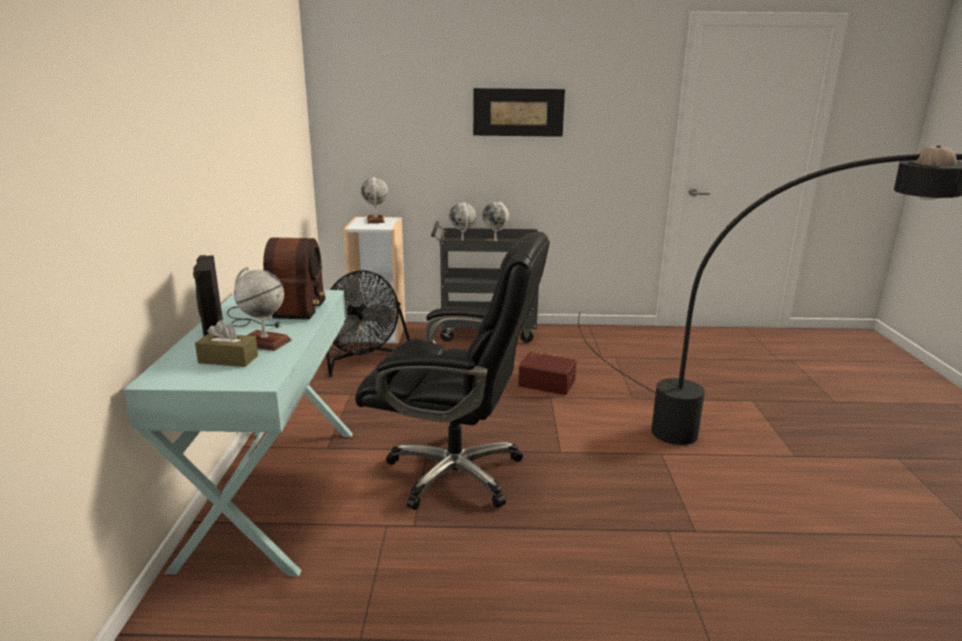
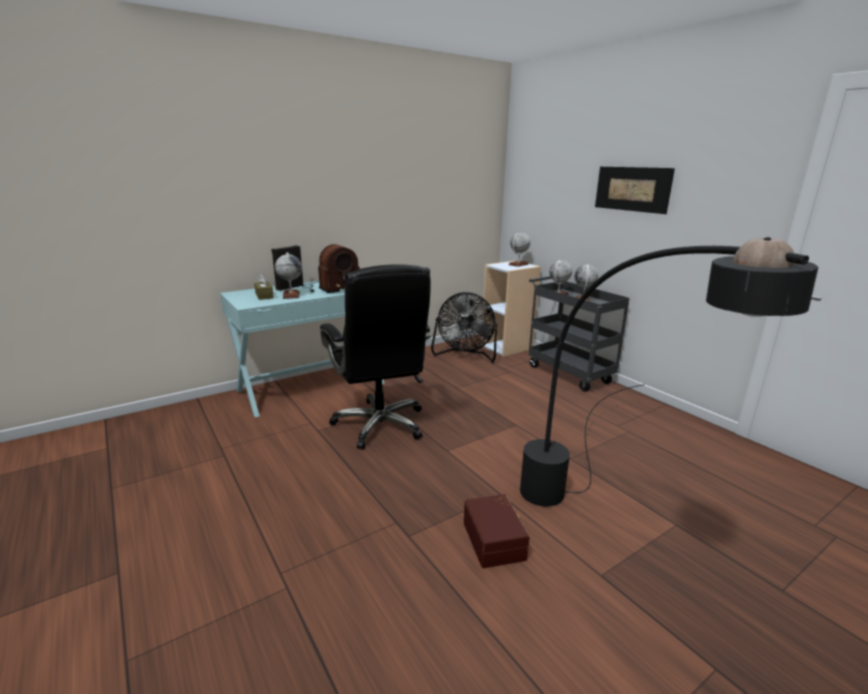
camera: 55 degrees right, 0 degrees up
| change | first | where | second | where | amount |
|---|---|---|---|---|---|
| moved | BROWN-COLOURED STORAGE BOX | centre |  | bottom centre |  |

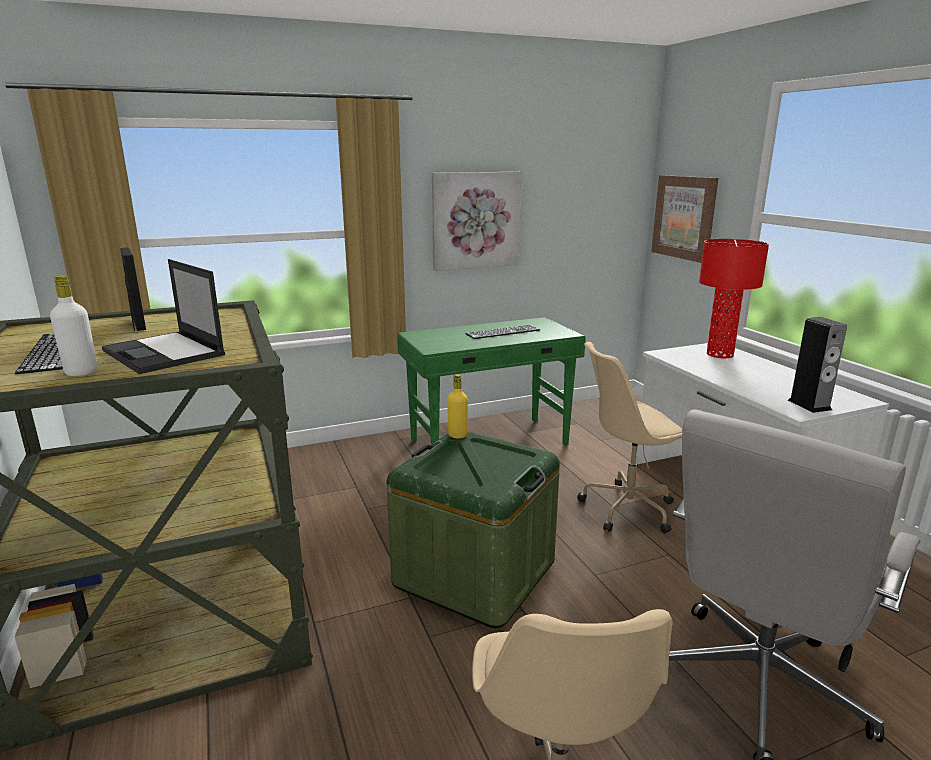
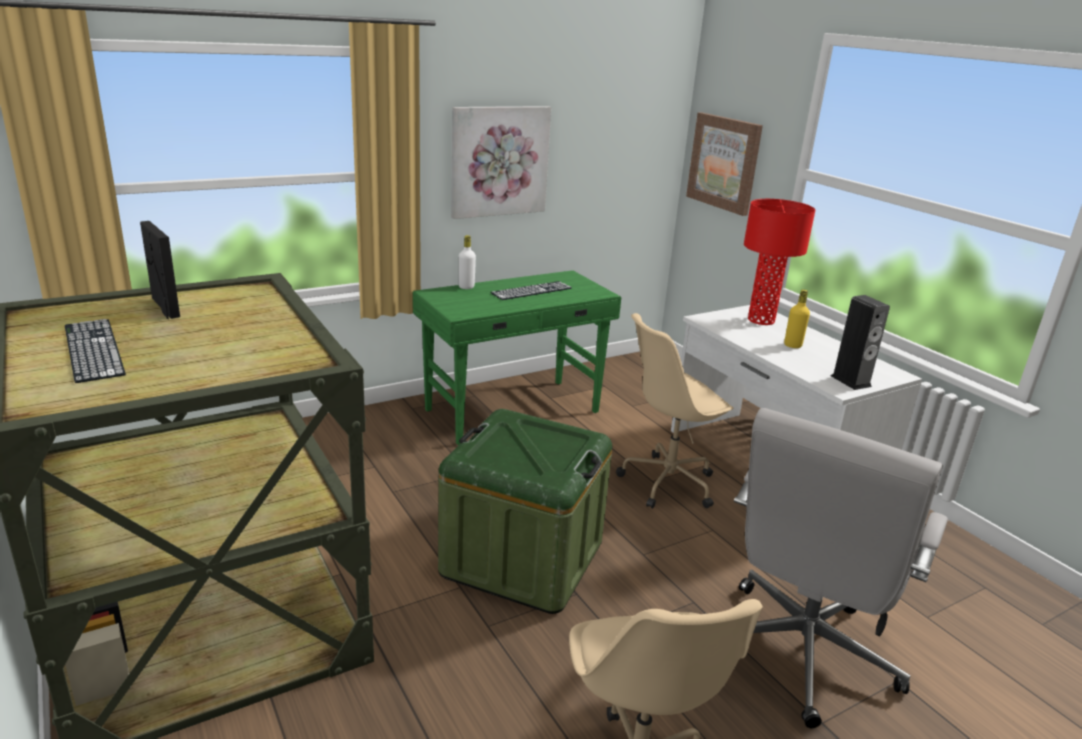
camera: 10 degrees left, 5 degrees up
| change | first | where | second | where | amount |
|---|---|---|---|---|---|
| removed | LAPTOP | middle left |  |  |  |
| moved | WHITE BOTTLE | middle left |  | centre |  |
| moved | YELLOW BOTTLE | centre |  | middle right |  |

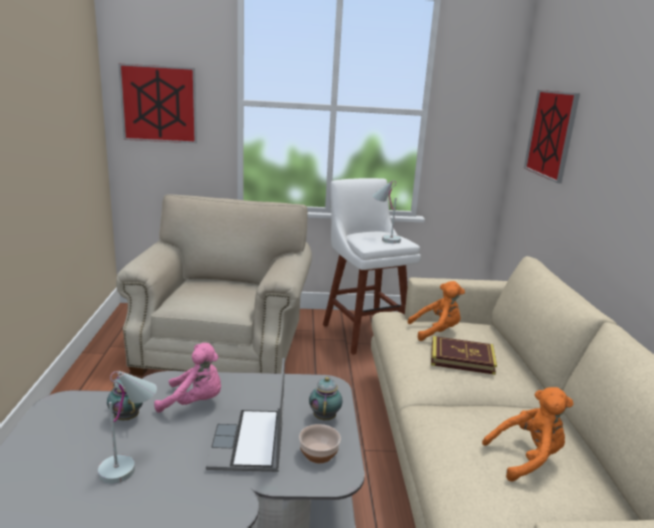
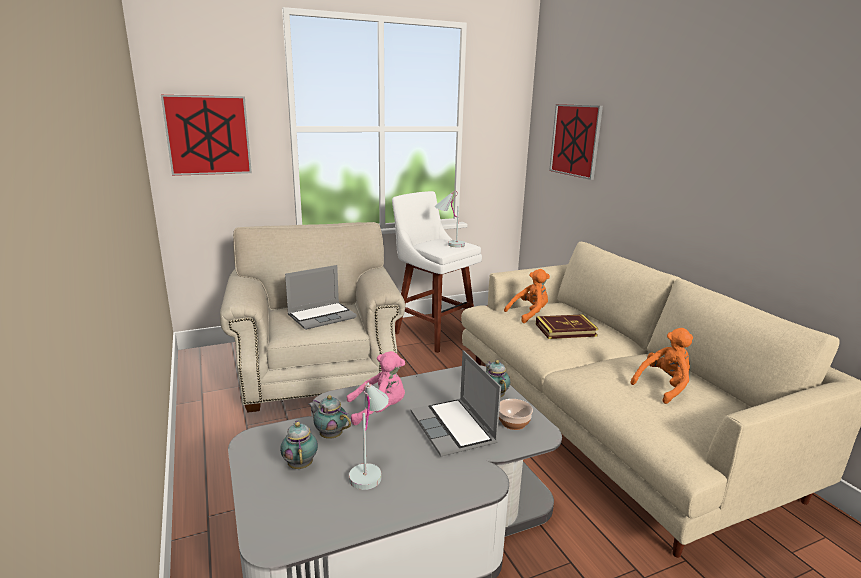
camera: 20 degrees left, 0 degrees up
| change | first | where | second | where | amount |
|---|---|---|---|---|---|
| added |  |  | LAPTOP (1st from left) | centre |  |
| added |  |  | TEAPOT (1st from left) | bottom centre |  |

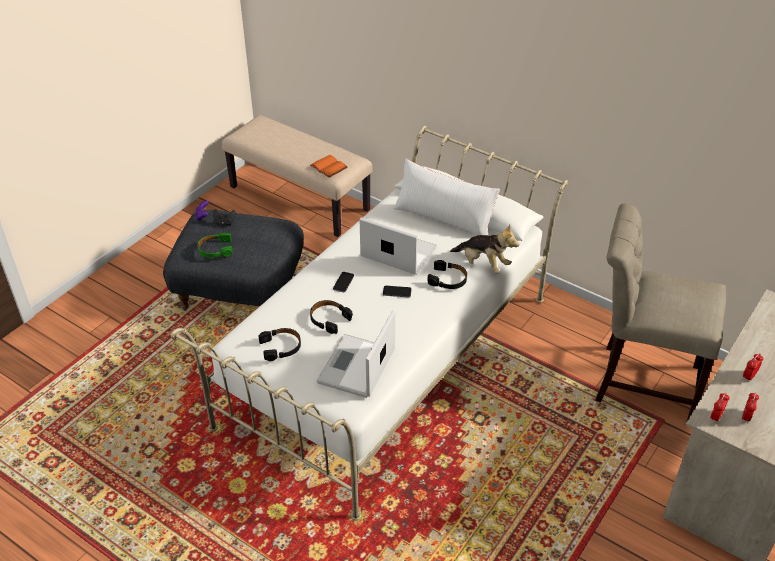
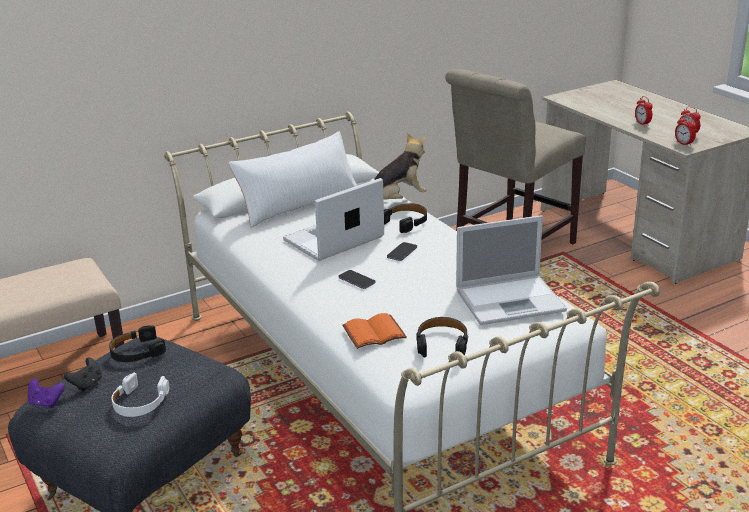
camera: 65 degrees left, 15 degrees down
| change | first | where | second | where | amount |
|---|---|---|---|---|---|
| moved | ORANGE BOUND BOOK | top centre |  | centre |  |
| recoloured | GREEN HEADSET | middle left | WHITE HEADSET | bottom left |  |
| moved | BLACKISH HEADSET (2nd from left in the first image) | centre | BLACKISH HEADSET (1st from left) | bottom left |  |
| turned | LAPTOP (1st from left in the first image) | centre | LAPTOP (2nd from left) | middle right | 60 degrees counterclockwise |

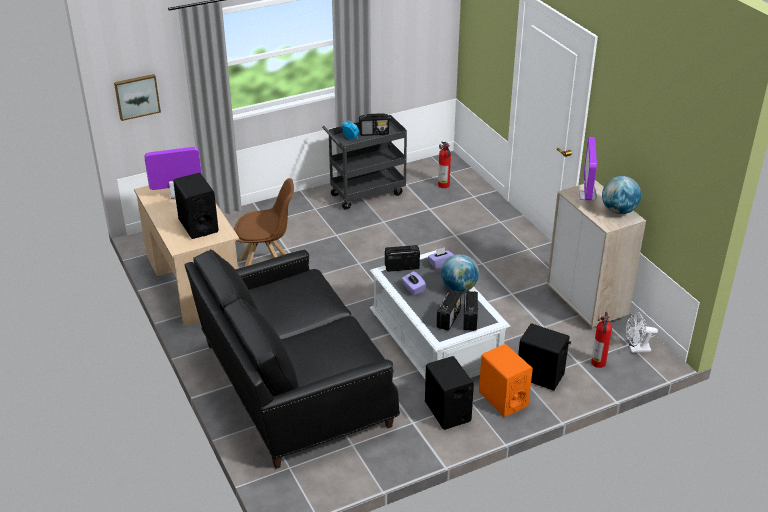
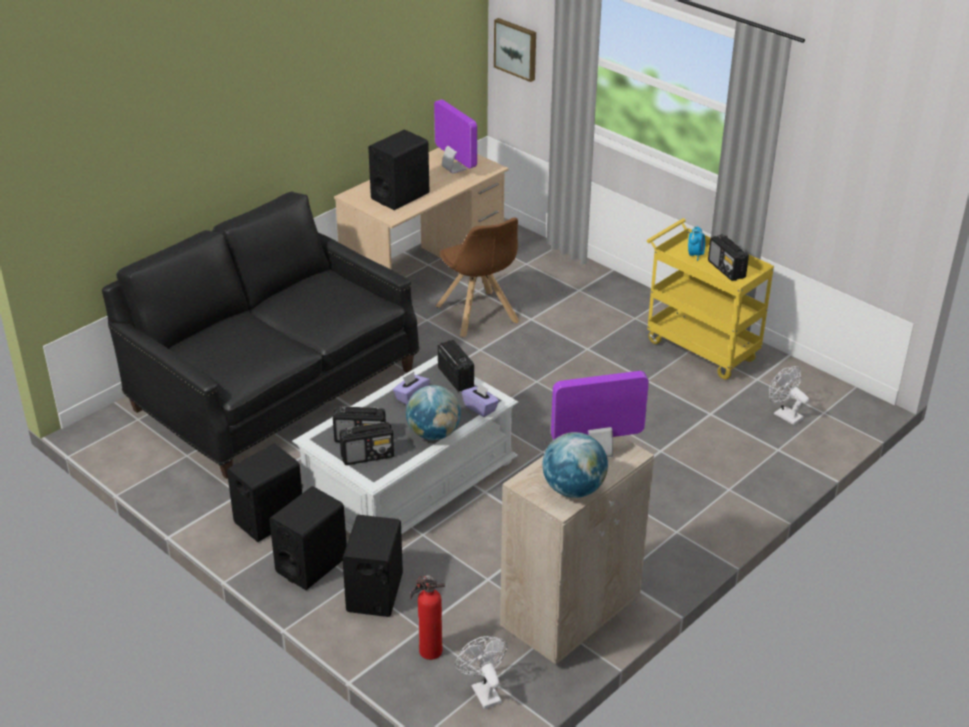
camera: 70 degrees right, 0 degrees up
| change | first | where | second | where | amount |
|---|---|---|---|---|---|
| recoloured | GREY TROLLEY | top centre | YELLOW TROLLEY | middle right |  |
| replaced | FIRE-FIGHTING CYLINDER (1st from left) | top centre | WHITE ELECTRIC FAN (2nd from left) | middle right |  |
| recoloured | ORANGE LOUDSPEAKER | bottom centre | BLACKISH LOUDSPEAKER (2nd from left) | bottom left |  |

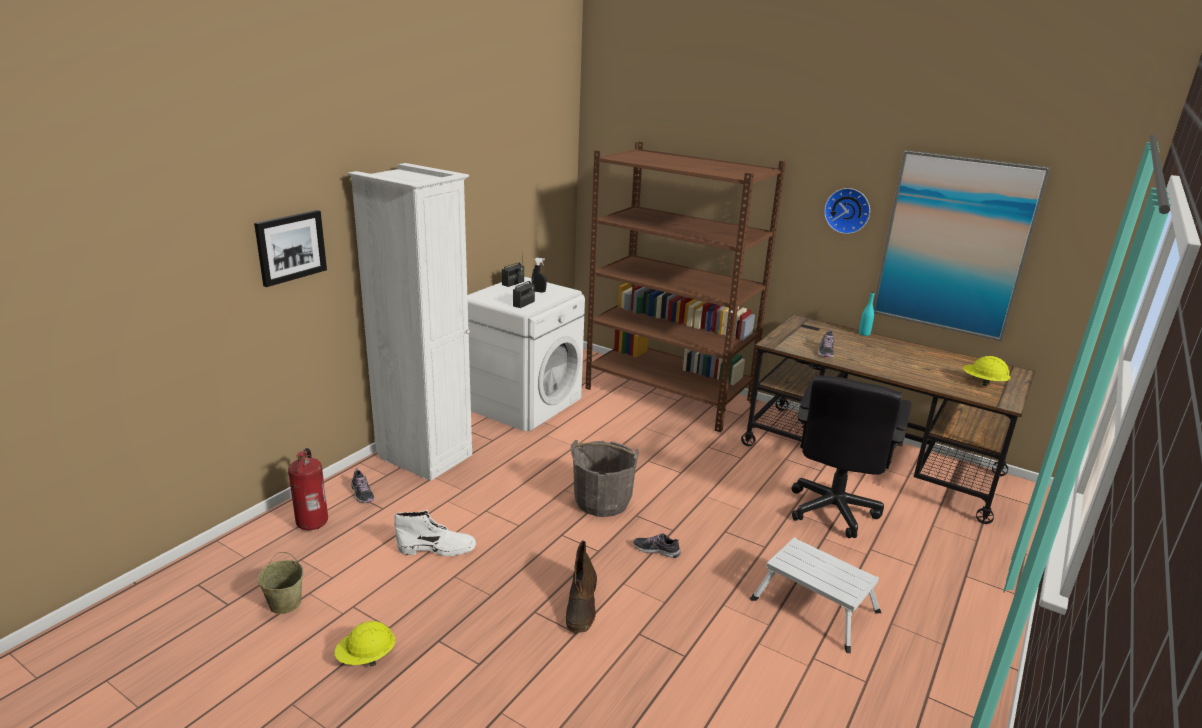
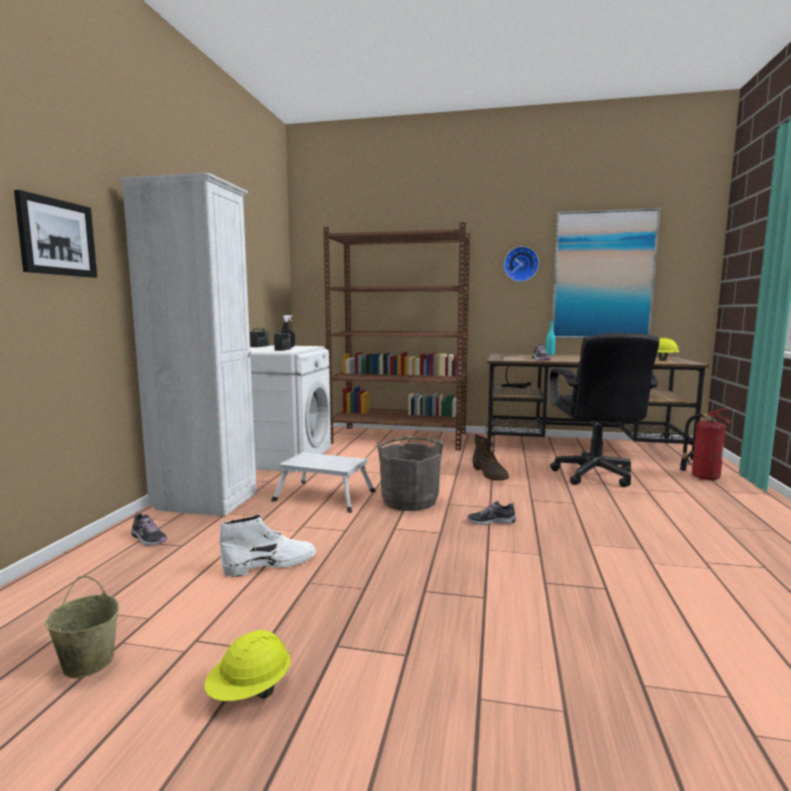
camera: 20 degrees left, 15 degrees down
| change | first | where | second | where | amount |
|---|---|---|---|---|---|
| moved | FIRE-FIGHTING CYLINDER | bottom left |  | middle right |  |
| moved | WHITE STEPLADDER | bottom right |  | centre |  |
| moved | BROWN-COLOURED TALL BOOT | bottom centre |  | centre |  |

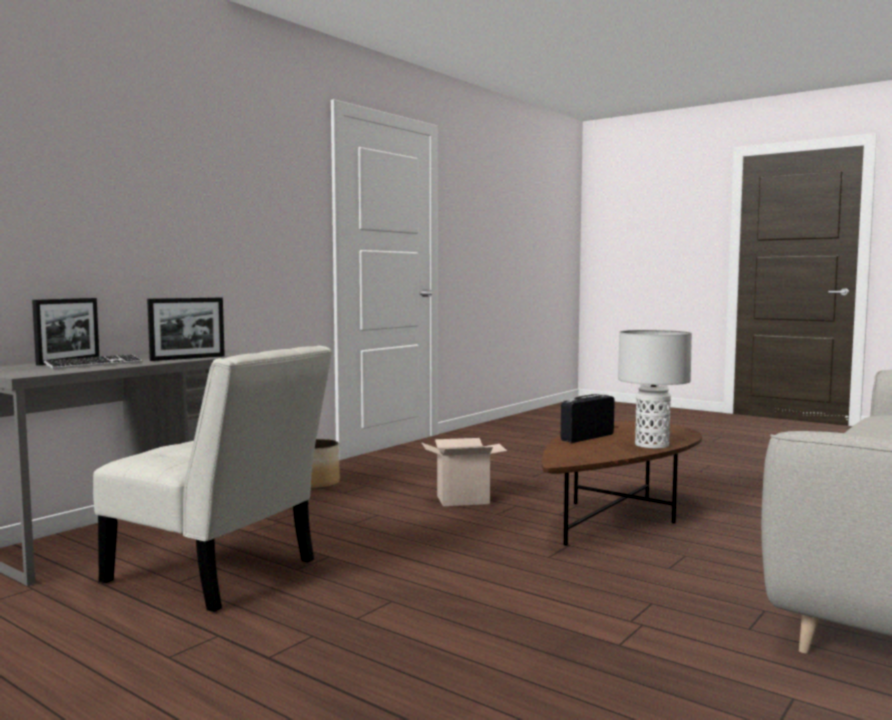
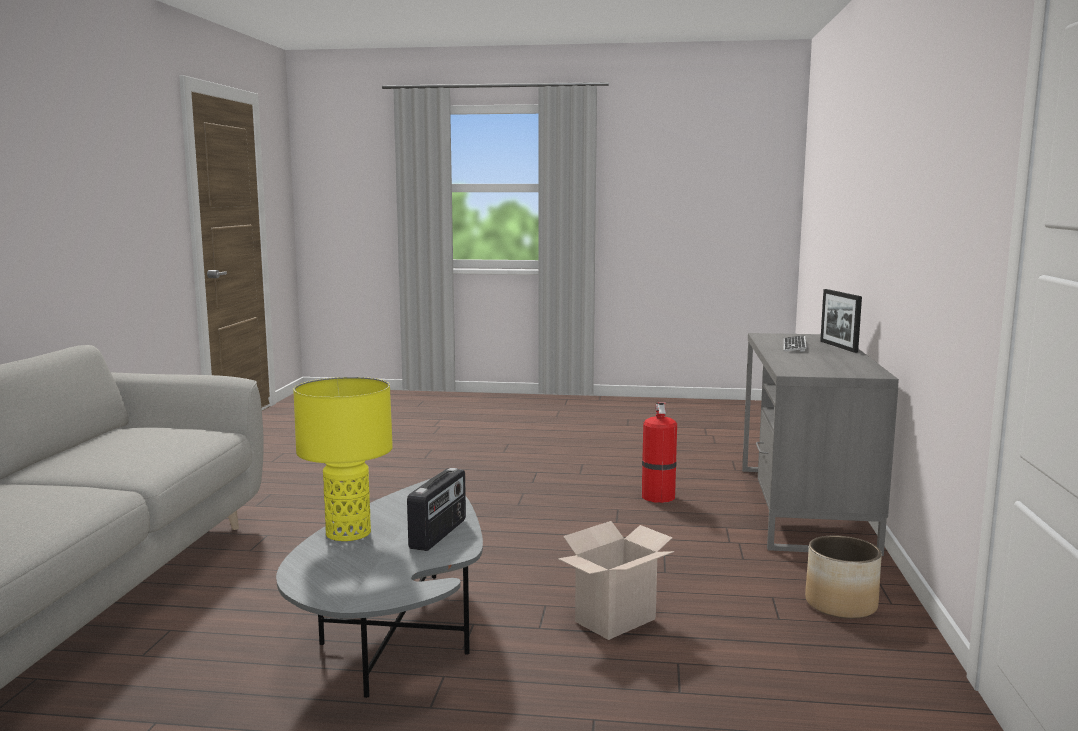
camera: 150 degrees right, 5 degrees up
| change | first | where | second | where | amount |
|---|---|---|---|---|---|
| removed | PHOTO FRAME (2nd from left) | middle left |  |  |  |
| recoloured | WHITE TABLE LAMP | middle right | YELLOW TABLE LAMP | middle left |  |
| replaced | WHITE UPRIGHT CHAIR | middle left | FIRE-FIGHTING CYLINDER | centre |  |
| recoloured | BROWN-COLOURED LOUNGE TABLE | bottom right | GREY LOUNGE TABLE | bottom centre |  |

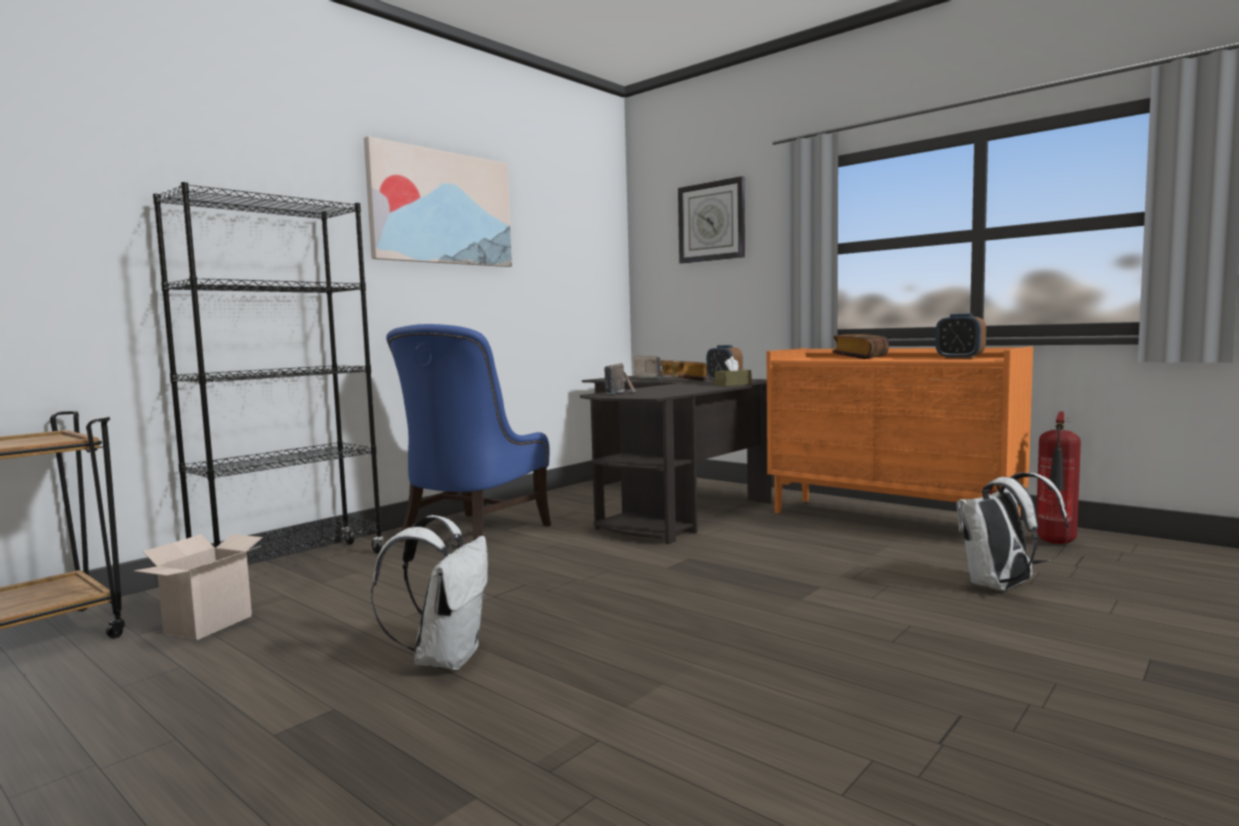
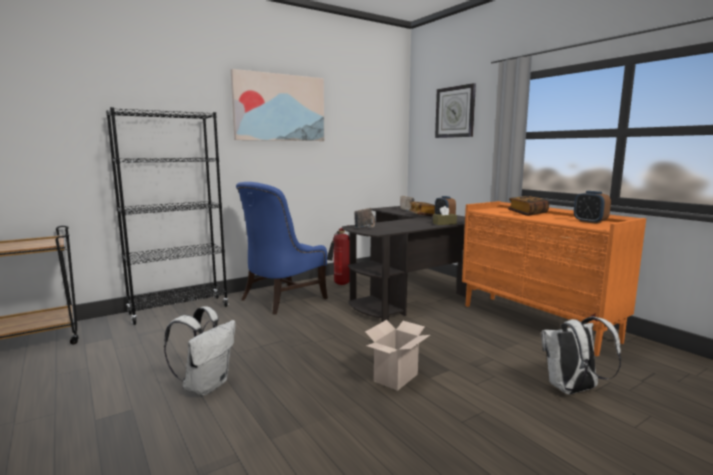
camera: 15 degrees right, 5 degrees up
| change | first | where | second | where | amount |
|---|---|---|---|---|---|
| moved | FIRE-FIGHTING CYLINDER | middle right |  | centre |  |
| moved | PACKING BOX | bottom left |  | bottom centre |  |

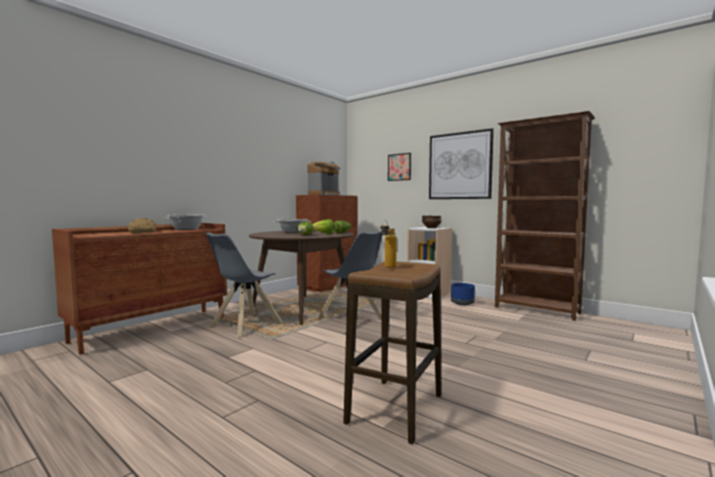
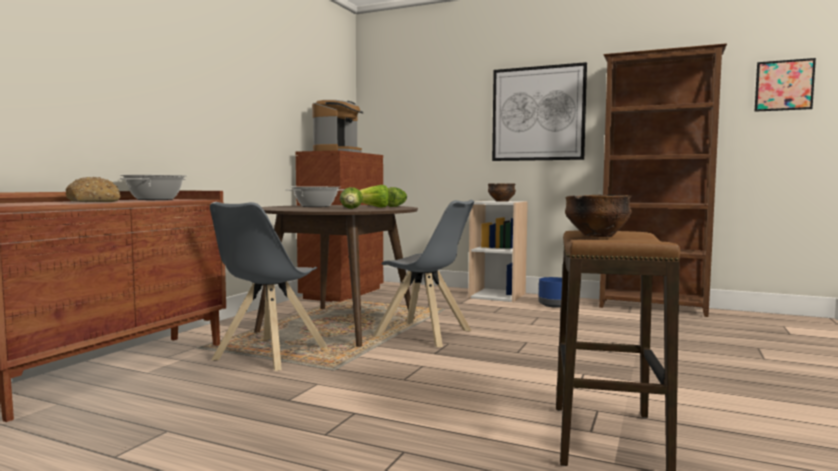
camera: 15 degrees left, 0 degrees up
| change | first | where | second | where | amount |
|---|---|---|---|---|---|
| moved | PICTURE (1st from left in the first image) | centre | PICTURE (2nd from left) | top right |  |
| replaced | BOTTLE | centre | DEEP DISH (2nd from left) | middle right |  |

